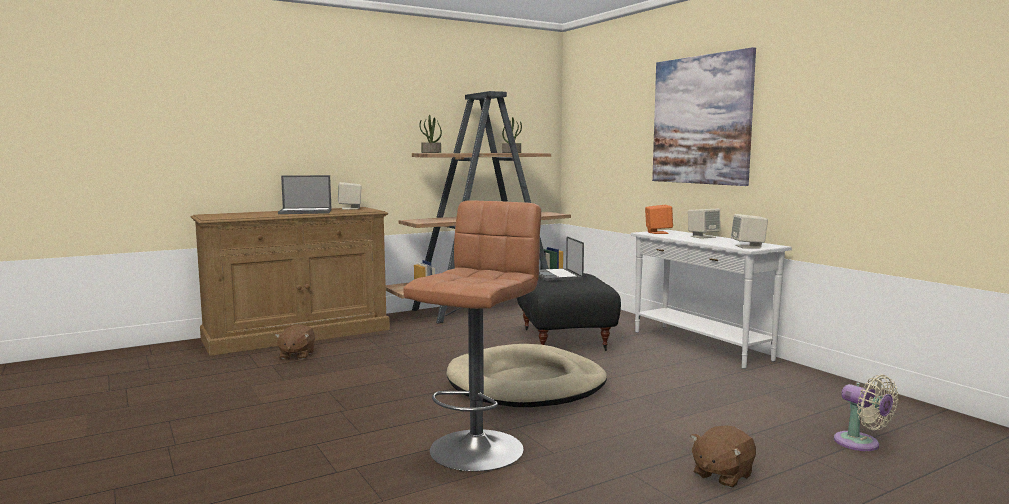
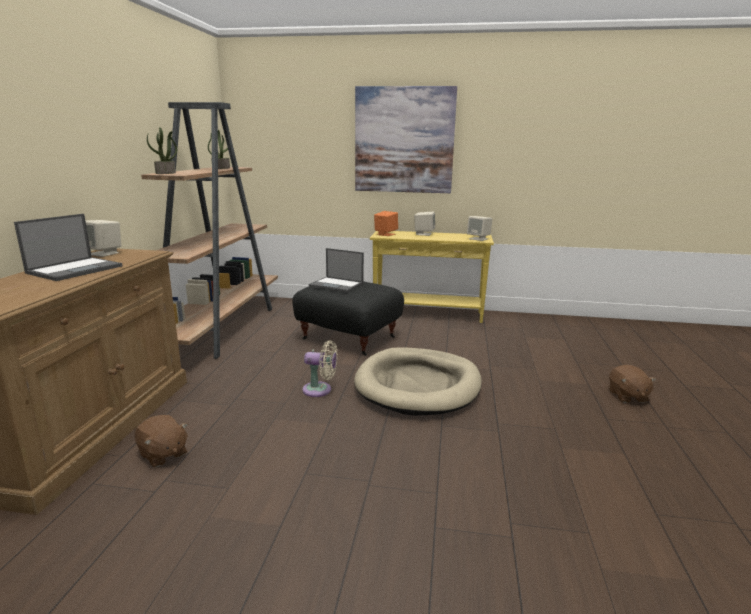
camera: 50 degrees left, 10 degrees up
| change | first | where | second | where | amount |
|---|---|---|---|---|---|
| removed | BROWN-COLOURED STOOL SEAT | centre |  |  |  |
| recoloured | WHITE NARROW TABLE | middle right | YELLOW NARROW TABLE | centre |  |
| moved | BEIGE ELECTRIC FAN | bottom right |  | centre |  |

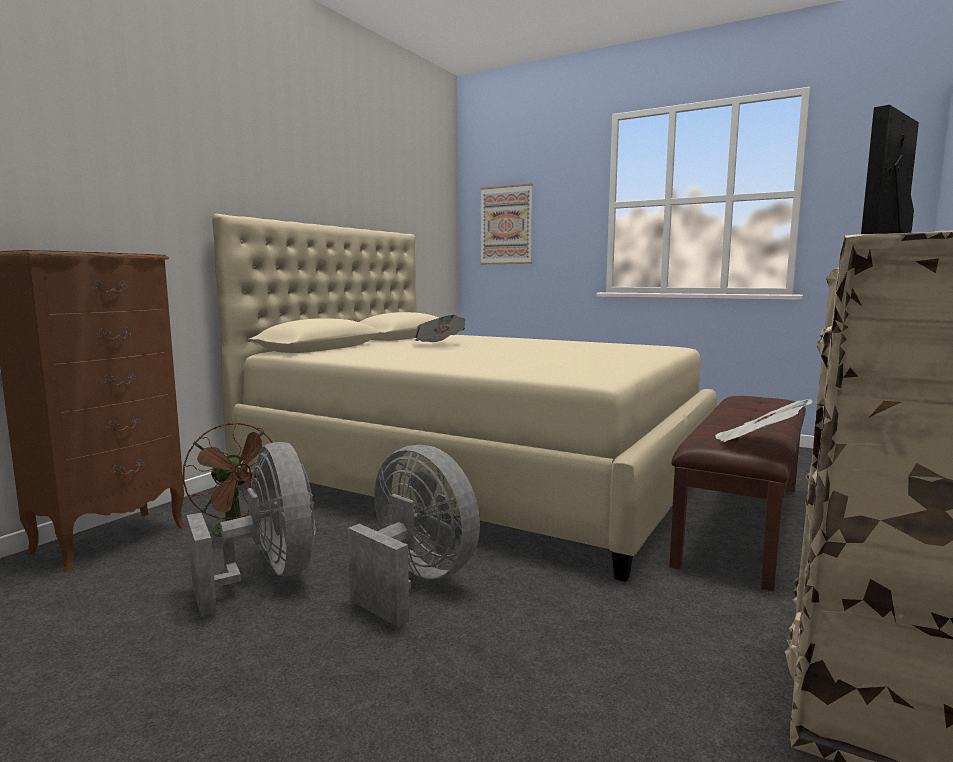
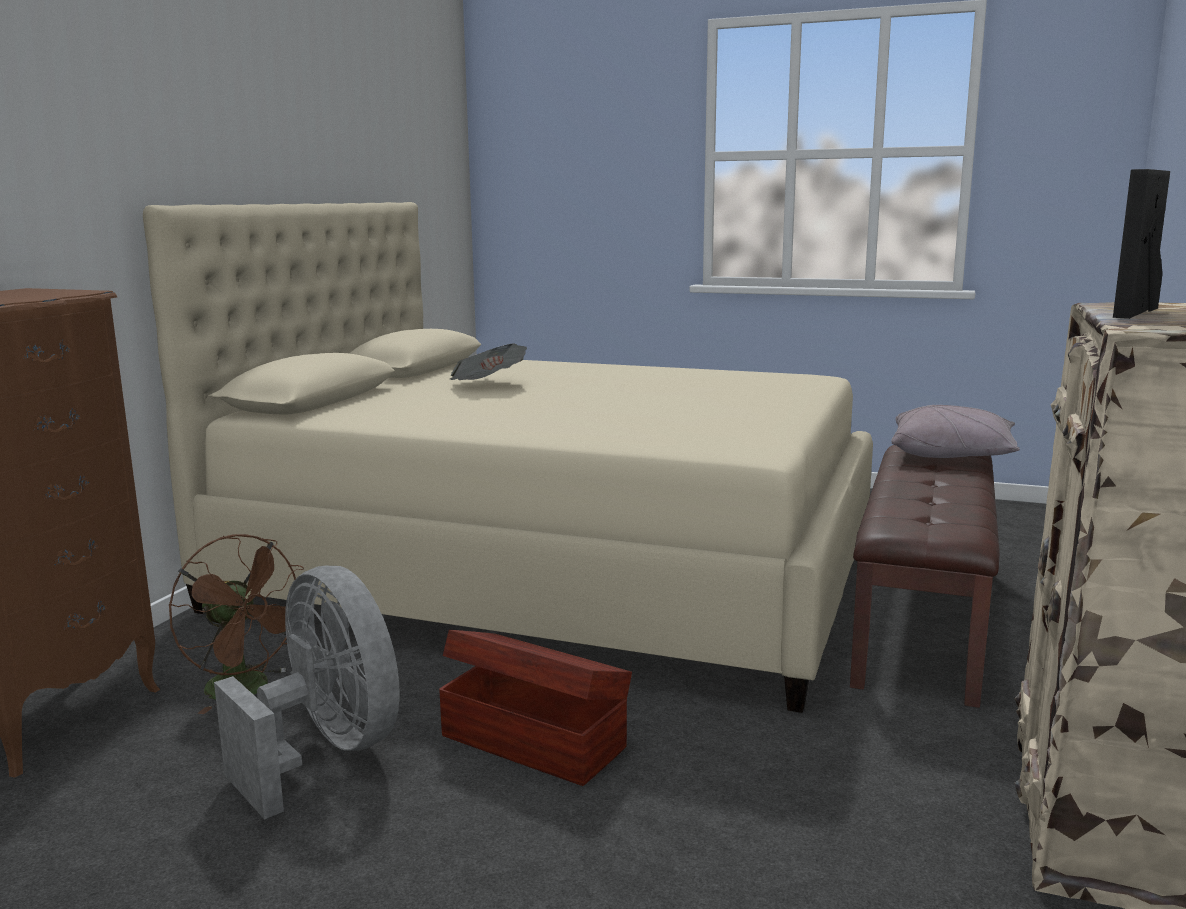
camera: 10 degrees left, 5 degrees up
| change | first | where | second | where | amount |
|---|---|---|---|---|---|
| removed | PICTURE | top centre |  |  |  |
| removed | PRINTED PAPER (2nd from left) | middle right |  |  |  |
| replaced | GREY ELECTRIC FAN (2nd from left) | bottom centre | BROWN-COLOURED STORAGE BOX | bottom centre |  |
| added |  |  | PURPLISH PILLOW | middle right |  |

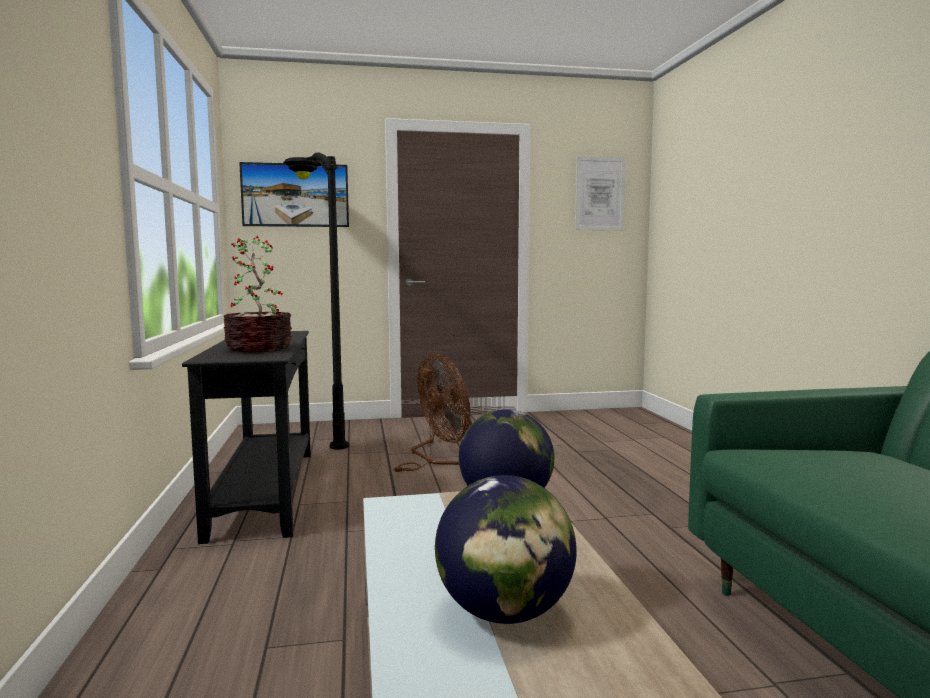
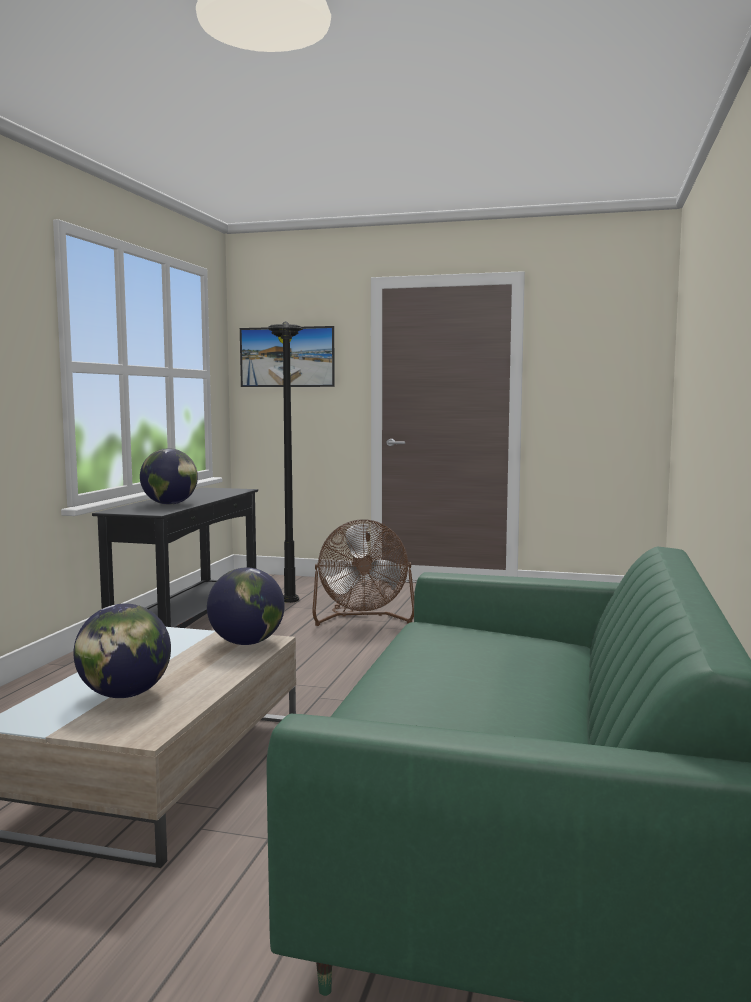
camera: 25 degrees right, 0 degrees up
| change | first | where | second | where | amount |
|---|---|---|---|---|---|
| removed | PICTURE (2nd from left) | top centre |  |  |  |
| replaced | POTTED PLANT | middle left | GLOBE (2nd from left) | middle left |  |
| turned | BROWN-COLOURED ELECTRIC FAN | centre |  | centre | 90 degrees clockwise |

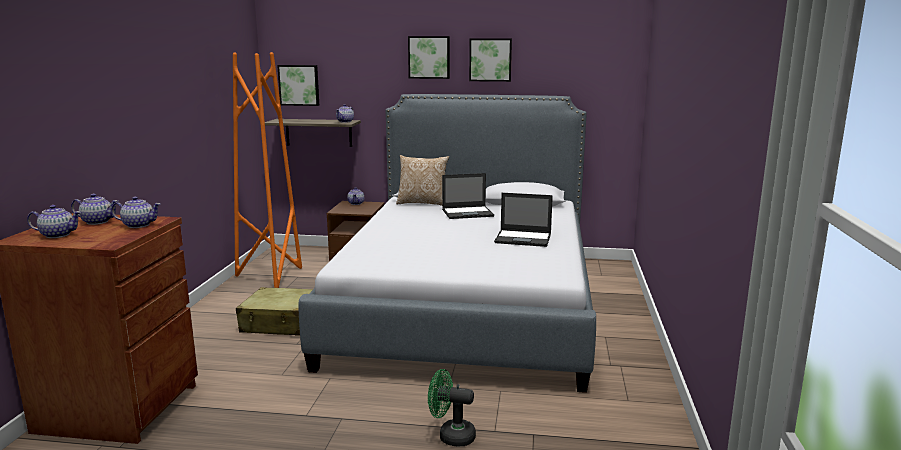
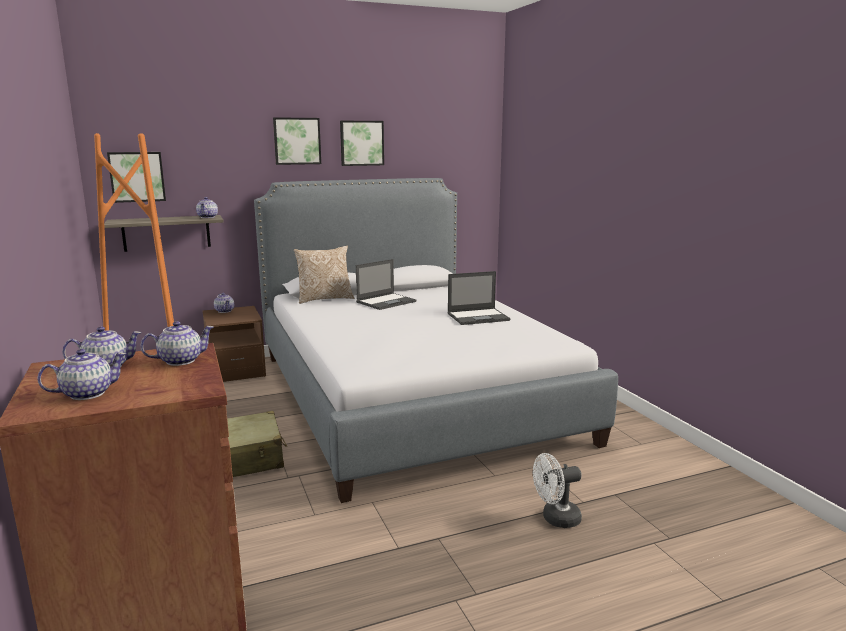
camera: 30 degrees left, 0 degrees up
| change | first | where | second | where | amount |
|---|---|---|---|---|---|
| recoloured | GREEN ELECTRIC FAN | bottom centre | WHITE ELECTRIC FAN | bottom centre |  |

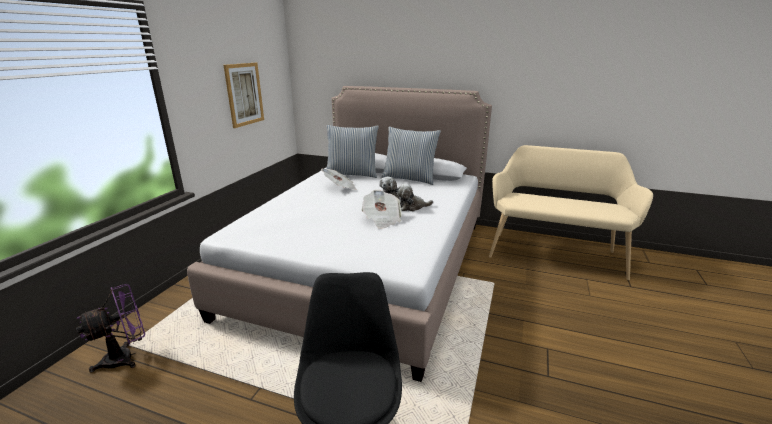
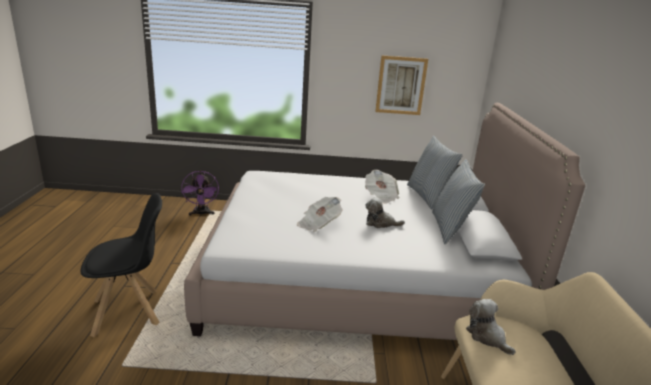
camera: 70 degrees right, 0 degrees up
| change | first | where | second | where | amount |
|---|---|---|---|---|---|
| moved | PLUSH TOY (2nd from left) | centre |  | bottom right |  |
| turned | PURPLISH ELECTRIC FAN | bottom left |  | middle left | 45 degrees clockwise |

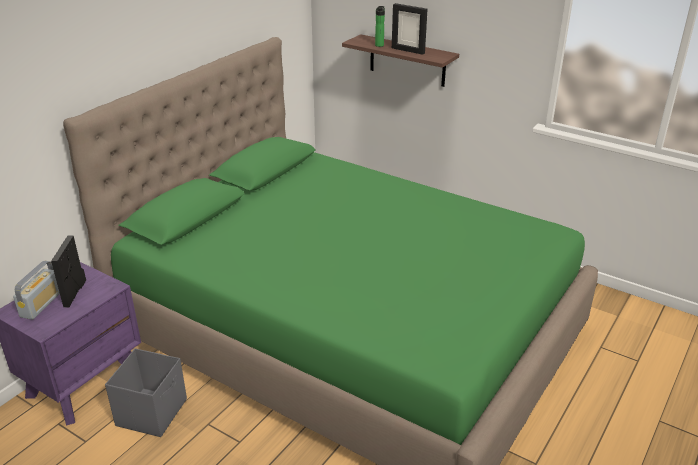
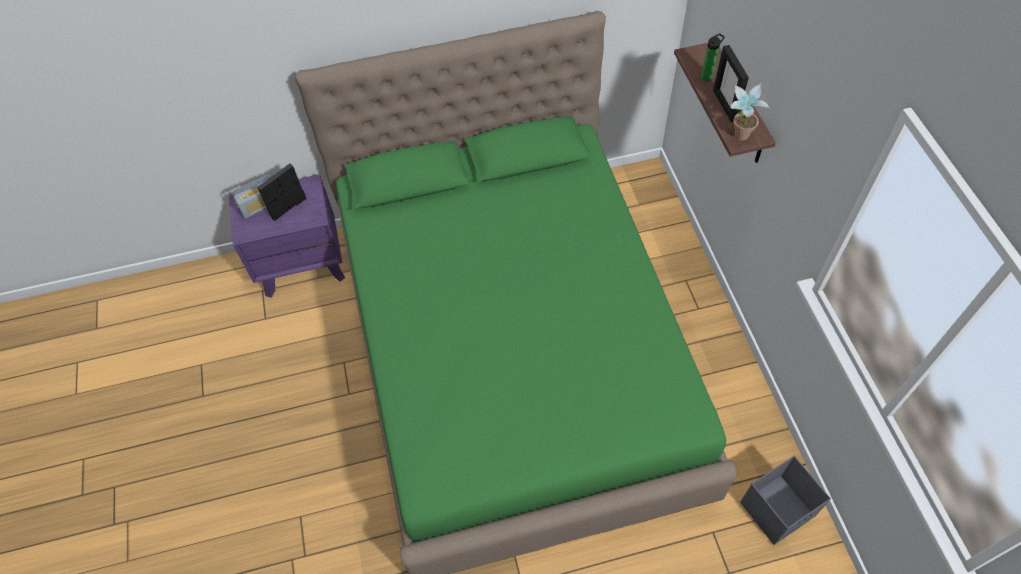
camera: 45 degrees right, 25 degrees up
| change | first | where | second | where | amount |
|---|---|---|---|---|---|
| moved | GREY STORAGE BOX | bottom left |  | bottom right |  |
| added |  |  | POTTED PLANT | top right |  |

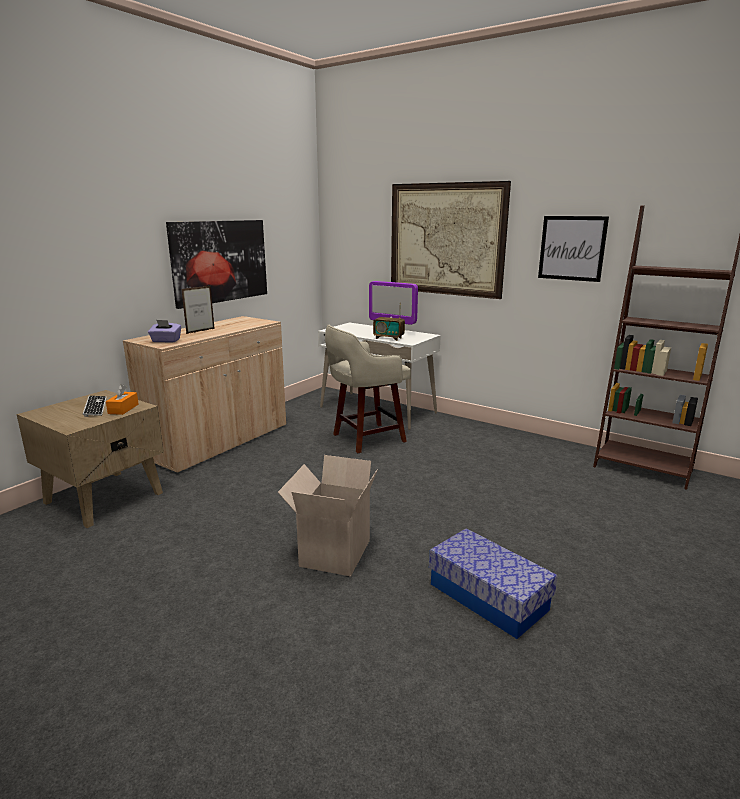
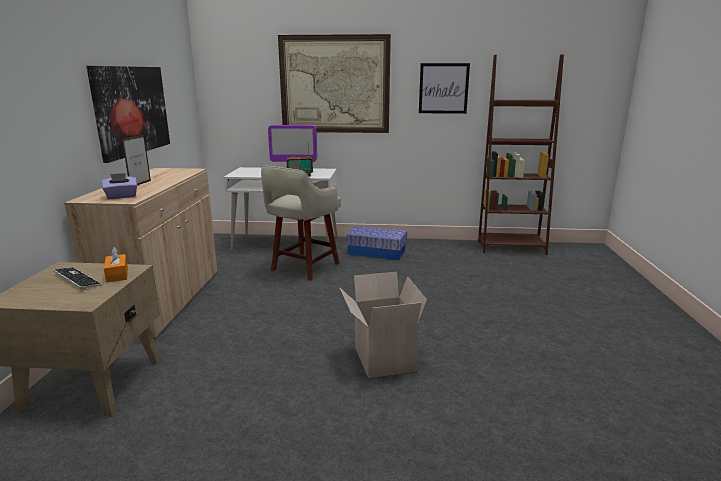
camera: 30 degrees left, 0 degrees up
| change | first | where | second | where | amount |
|---|---|---|---|---|---|
| moved | STORAGE BOX | bottom centre |  | centre |  |

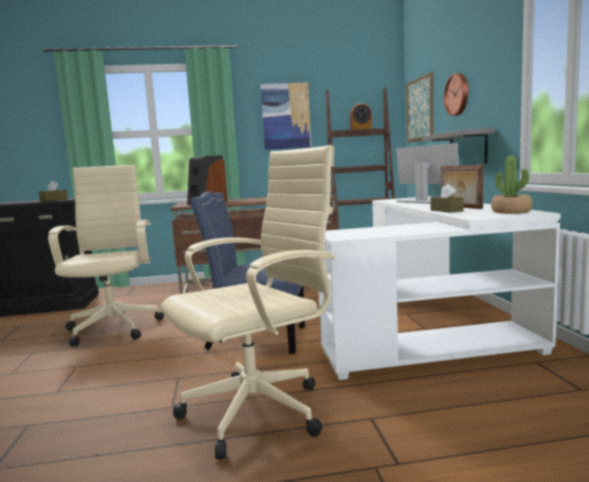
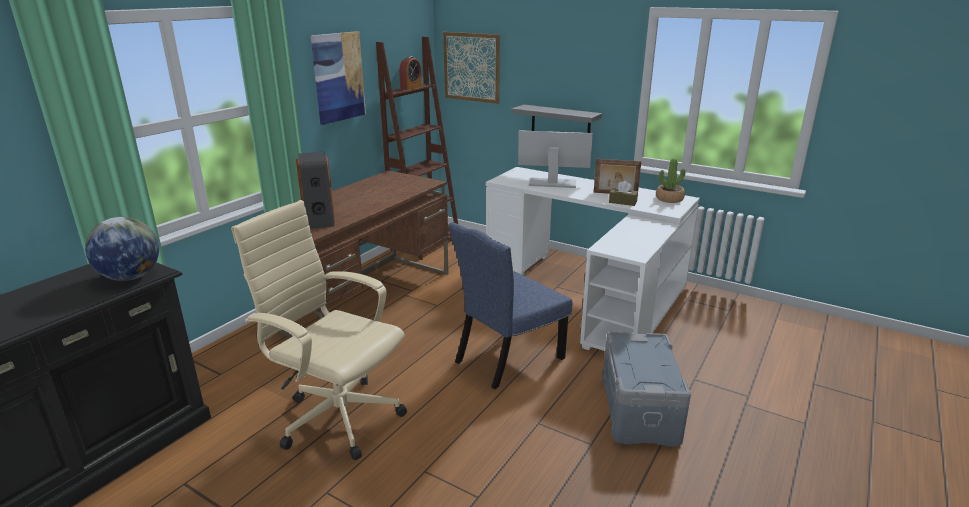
camera: 50 degrees left, 15 degrees up
| change | first | where | second | where | amount |
|---|---|---|---|---|---|
| removed | WALL CLOCK | top right |  |  |  |
| replaced | BEIGE DESK CHAIR (2nd from left) | centre | GREY STORAGE BOX | bottom right |  |
| replaced | BROWN-COLOURED BOX OF TISSUES (1st from left) | middle left | GLOBE | middle left |  |

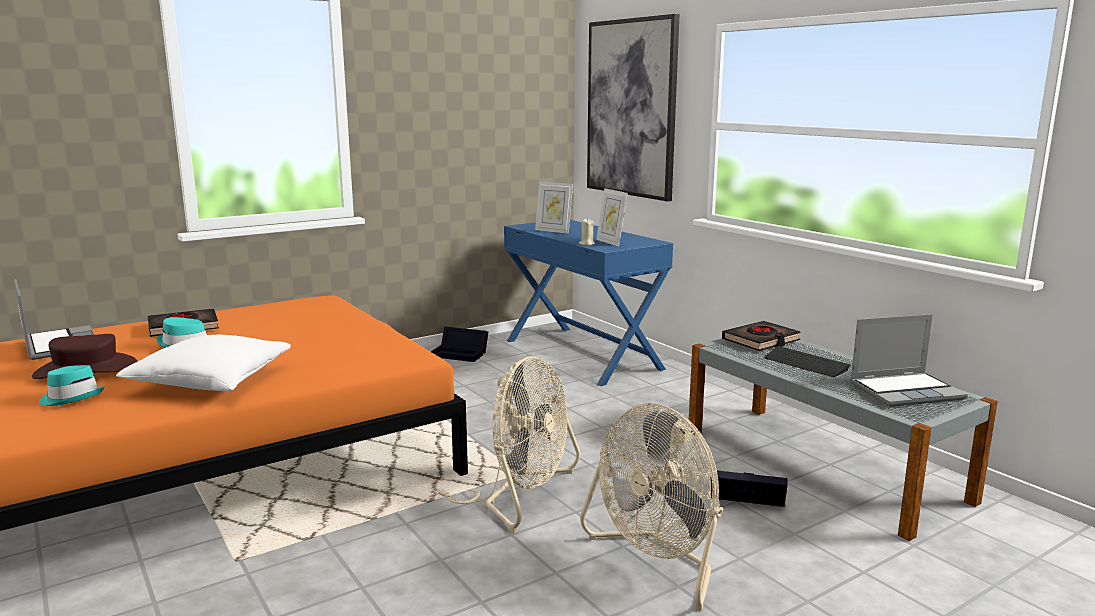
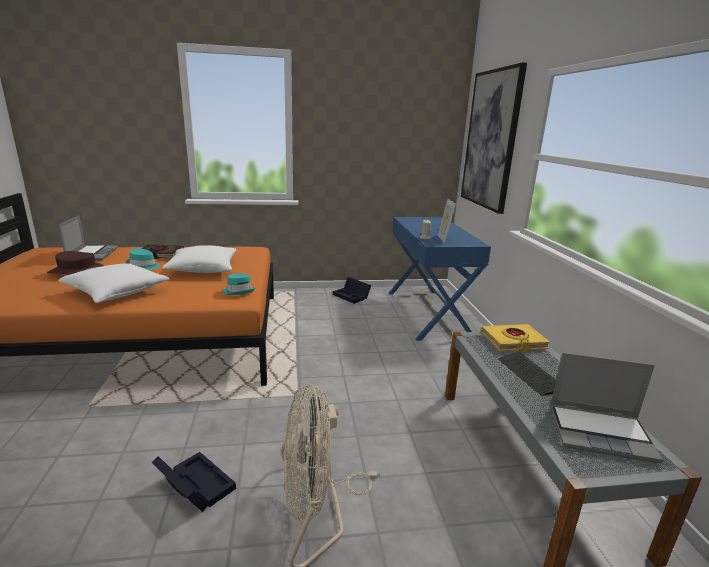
camera: 25 degrees right, 5 degrees up
| change | first | where | second | where | amount |
|---|---|---|---|---|---|
| removed | PHOTO FRAME (1st from left) | centre |  |  |  |
| recoloured | BLACKISH BOUND BOOK (2nd from left) | middle right | YELLOW BOUND BOOK | middle right |  |
| removed | BEIGE ELECTRIC FAN (1st from left) | bottom centre |  |  |  |
| moved | BLUE-GREEN WEARABLE HAT (1st from left in the first image) | middle left | BLUE-GREEN WEARABLE HAT (2nd from left) | centre |  |
| moved | BLACKISH STORAGE BOX (2nd from left in the first image) | bottom right | BLACKISH STORAGE BOX (1st from left) | bottom left |  |
| added |  |  | WHITE PILLOW (2nd from left) | middle left |  |

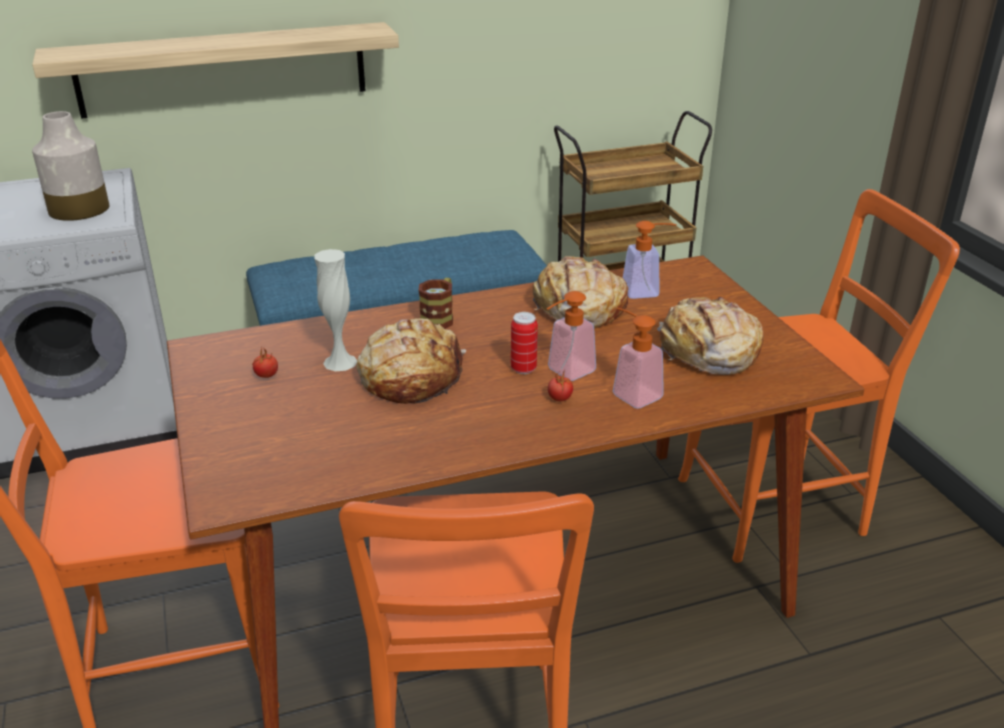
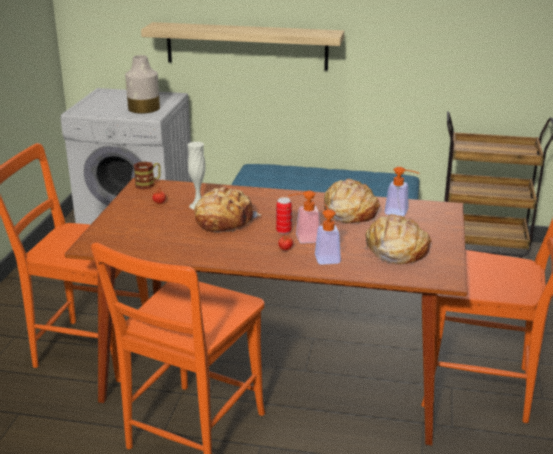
camera: 30 degrees right, 5 degrees down
| change | first | where | second | where | amount |
|---|---|---|---|---|---|
| moved | TEA MUG | centre |  | middle left |  |

